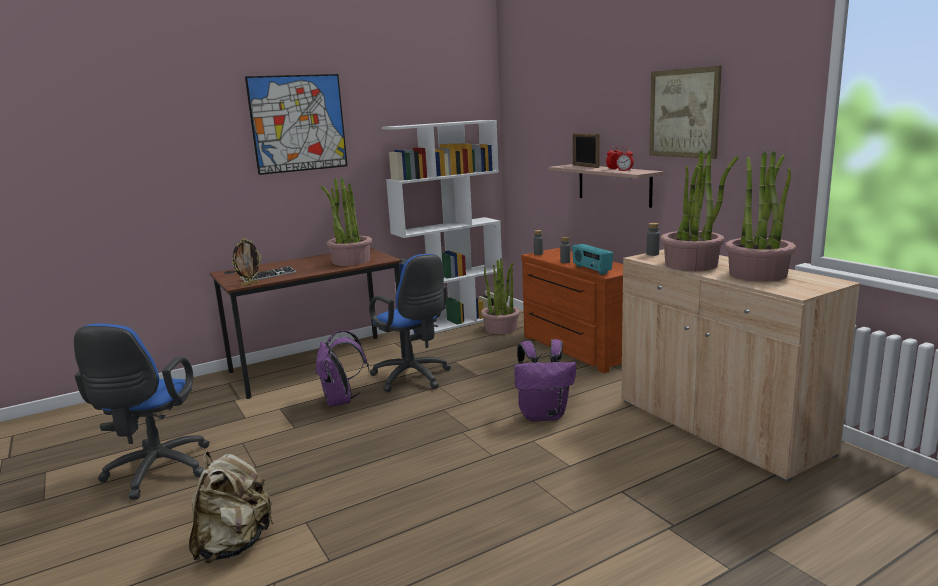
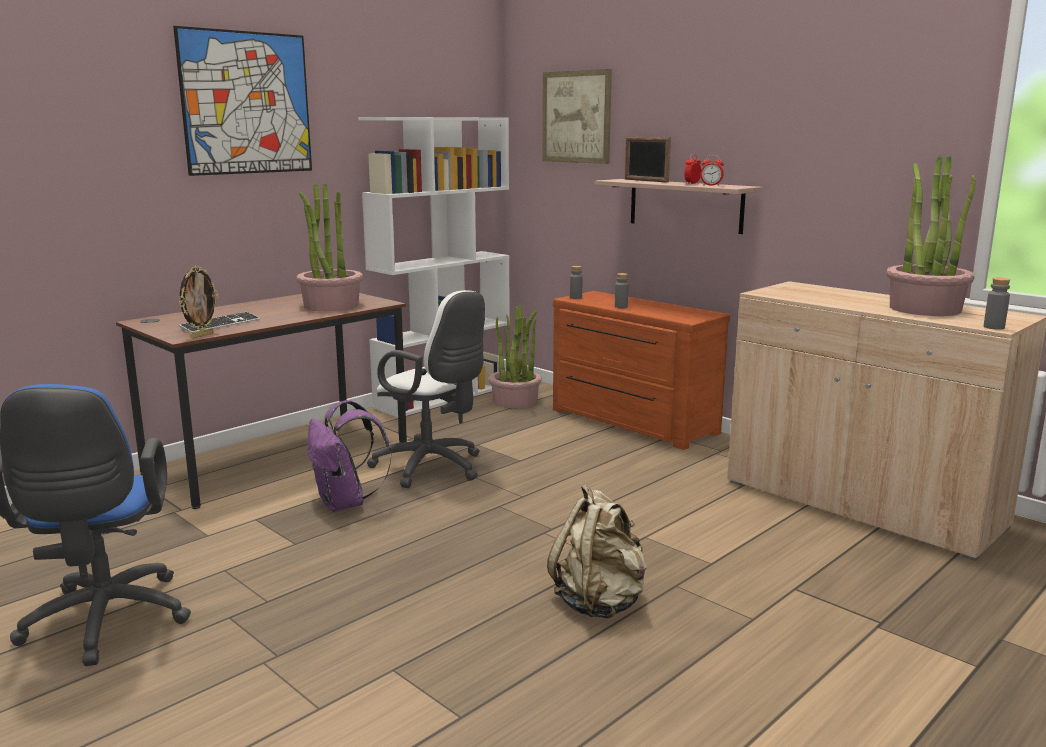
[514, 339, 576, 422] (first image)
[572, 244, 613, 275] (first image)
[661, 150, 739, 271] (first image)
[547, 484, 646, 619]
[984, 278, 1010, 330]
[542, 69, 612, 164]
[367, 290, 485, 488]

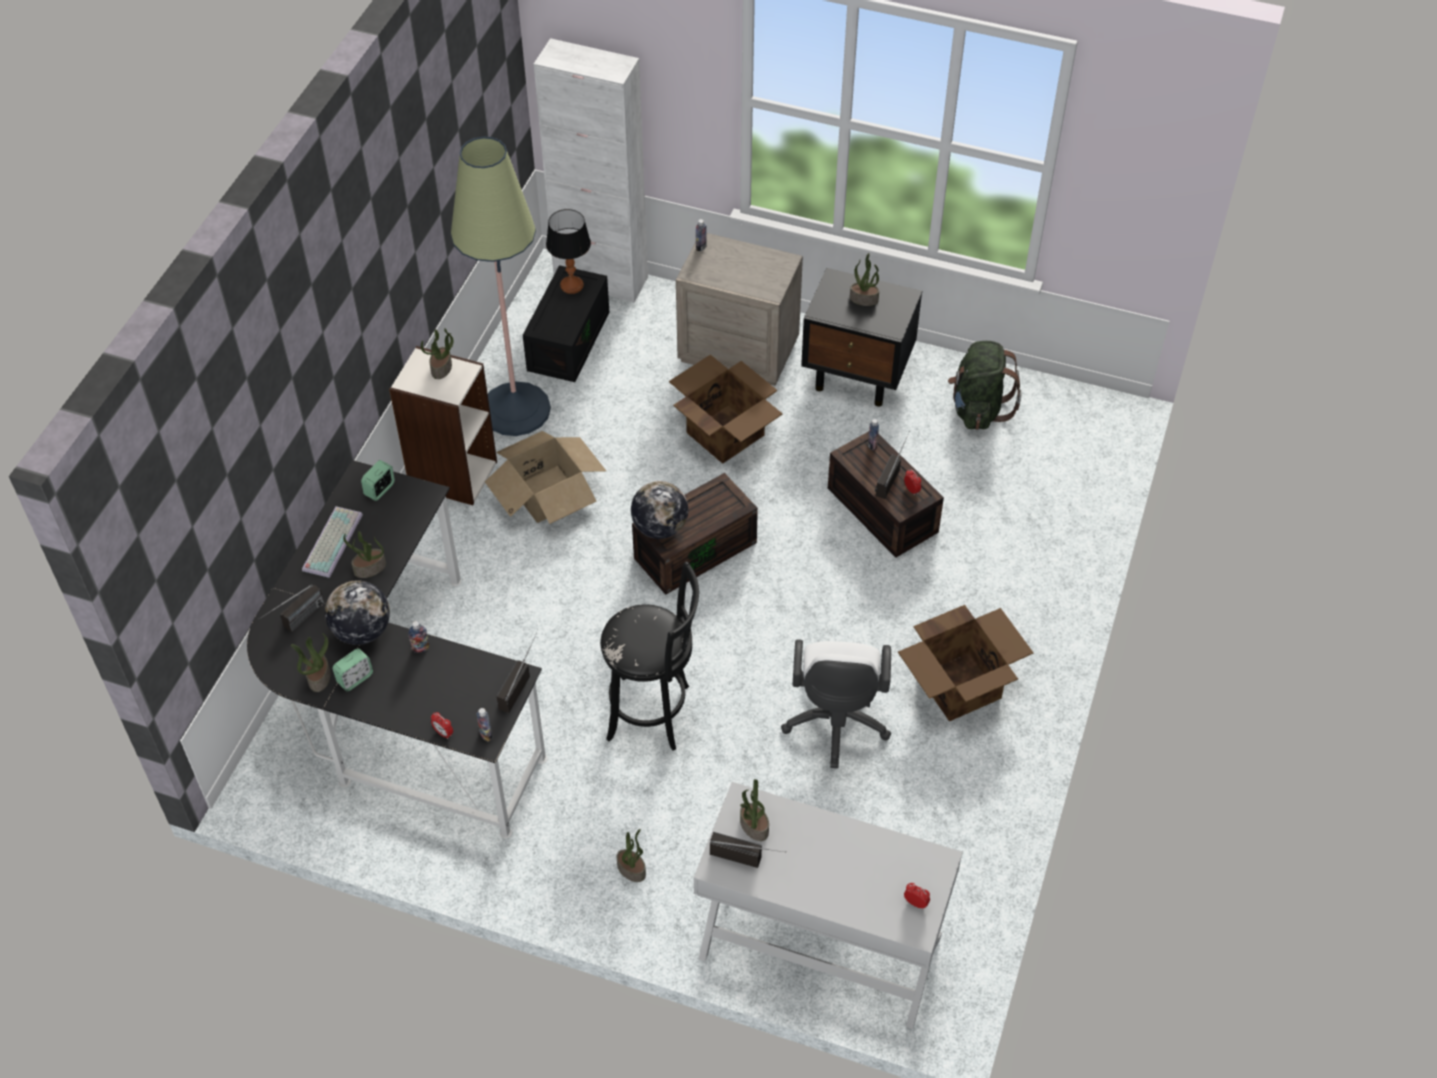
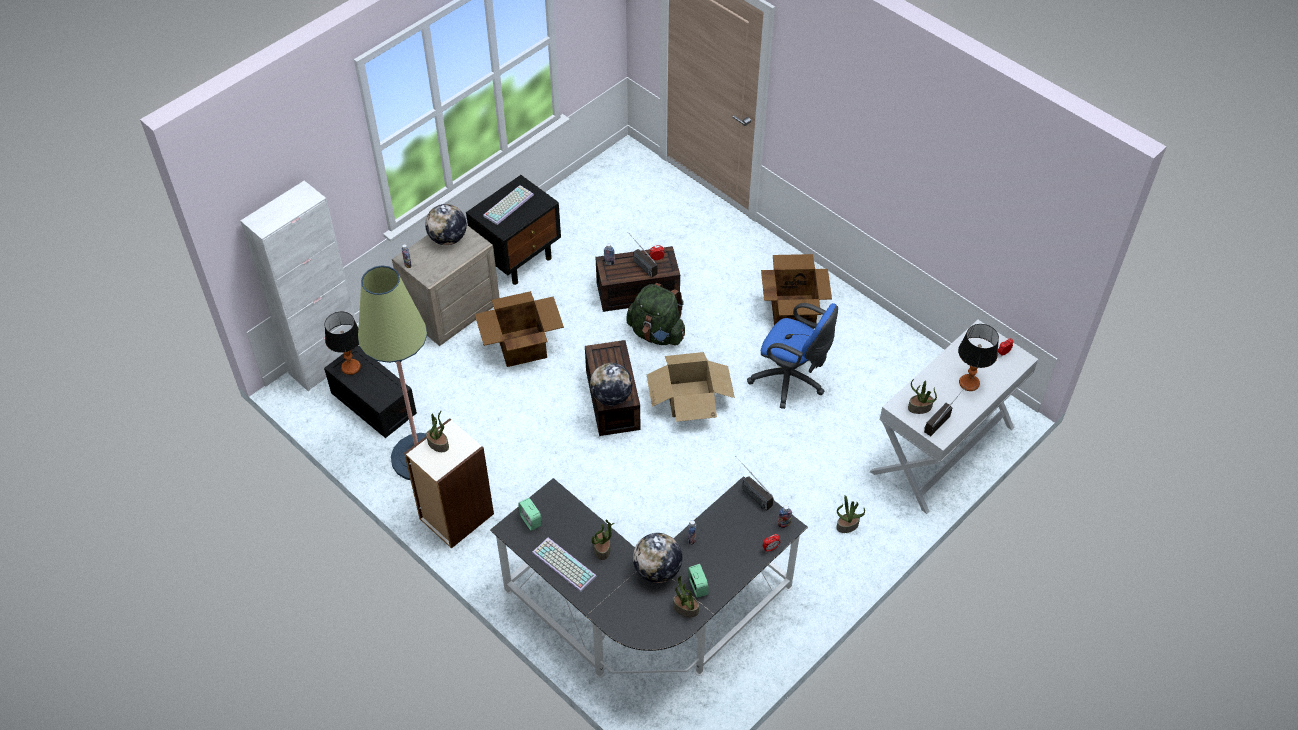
[258, 584, 324, 632] (first image)
[600, 561, 699, 751] (first image)
[425, 204, 467, 245]
[958, 324, 999, 391]
[647, 352, 735, 422]
[626, 283, 685, 345]
[483, 185, 534, 225]
[747, 303, 838, 409]

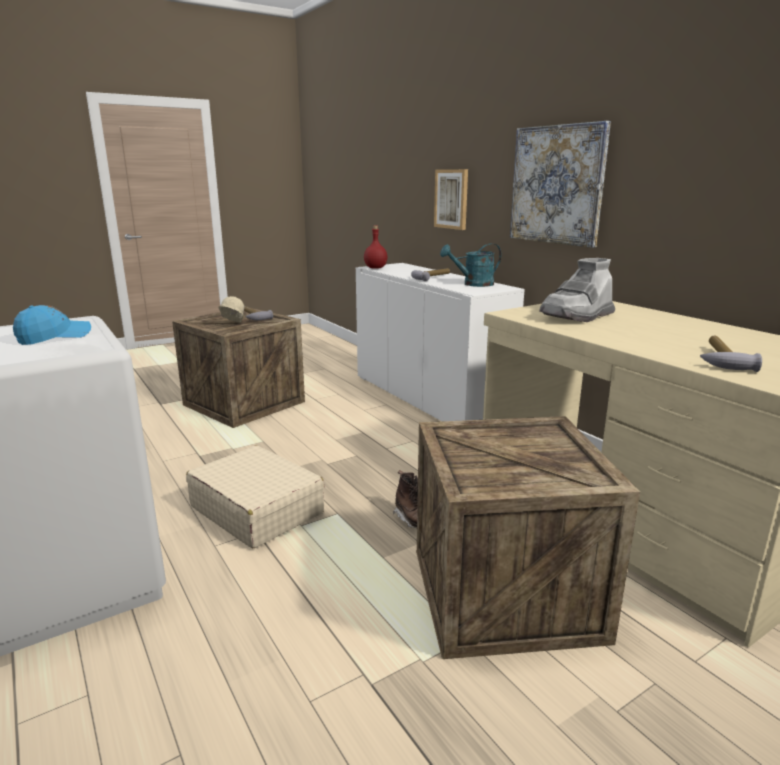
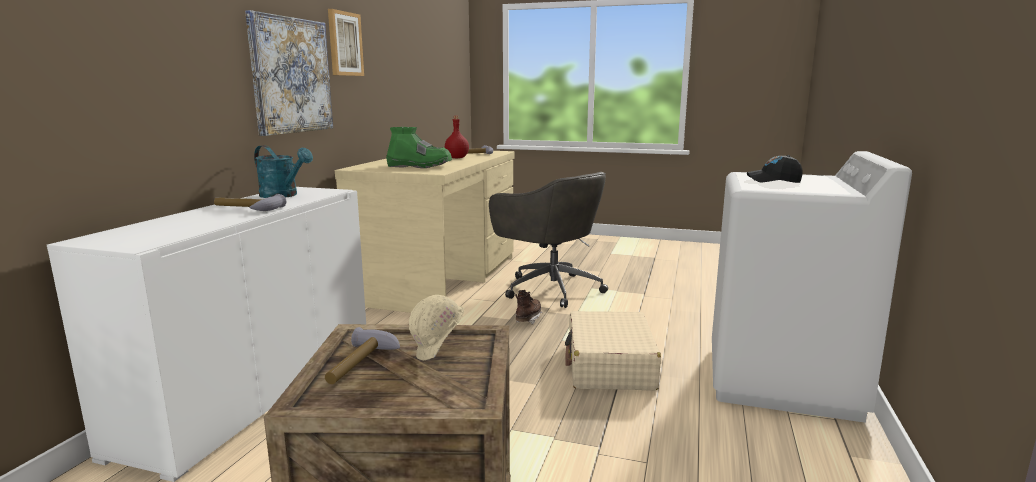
[445, 116, 469, 158]
[328, 9, 364, 76]
[489, 172, 608, 308]
[747, 155, 802, 183]
[386, 127, 452, 168]

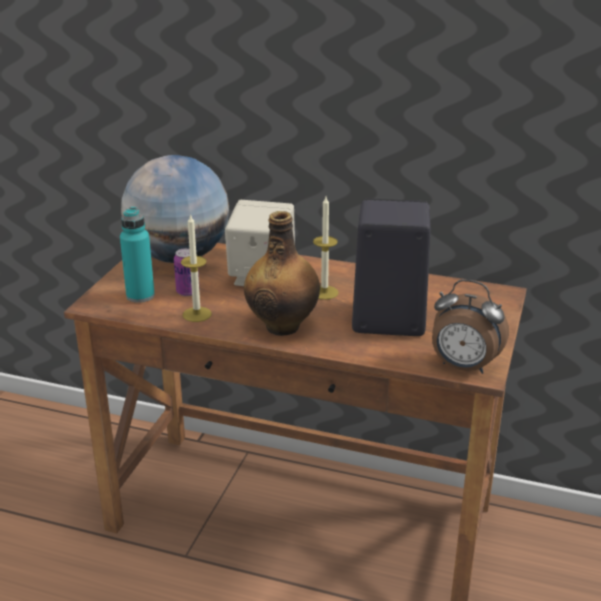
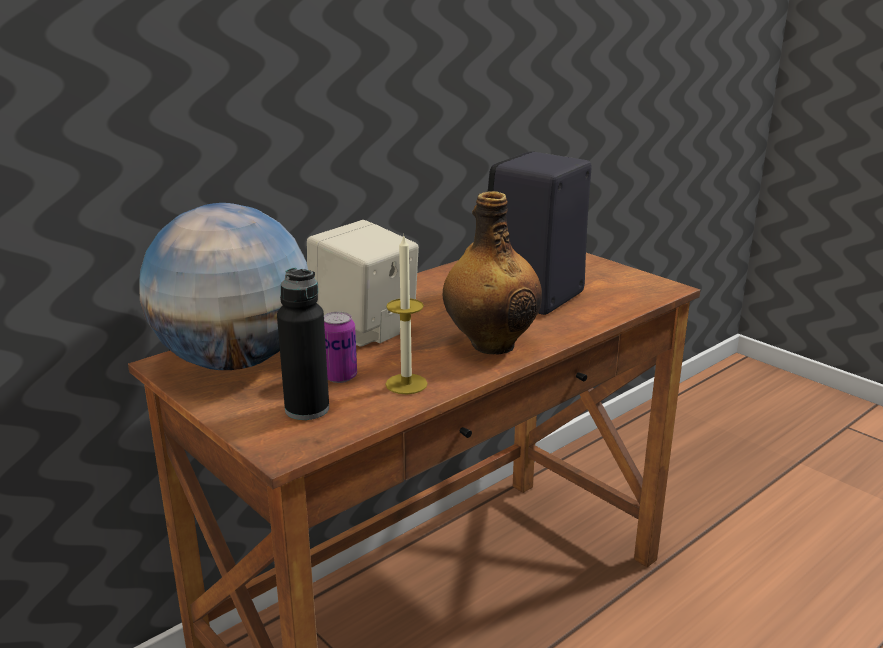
[313, 197, 339, 300] (first image)
[432, 279, 509, 374] (first image)
[277, 268, 329, 420]

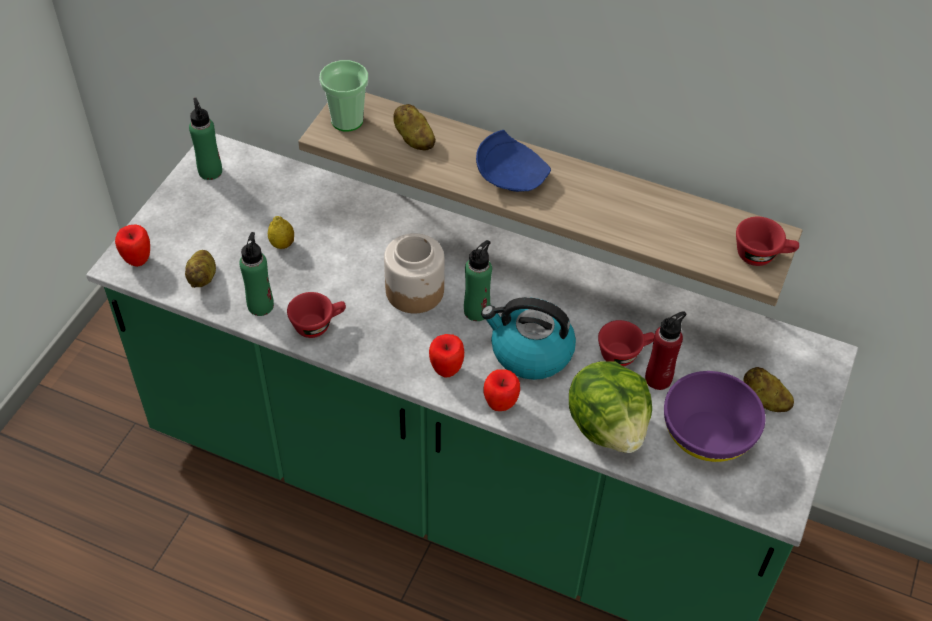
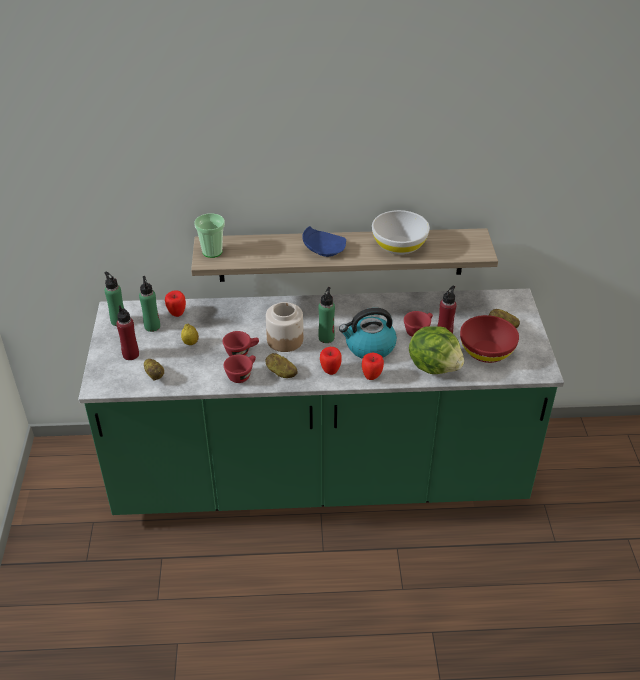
[116, 305, 139, 360]
[372, 210, 430, 255]
[165, 290, 186, 317]
[139, 276, 160, 332]
[265, 353, 297, 378]
[223, 331, 259, 356]
[460, 315, 519, 363]

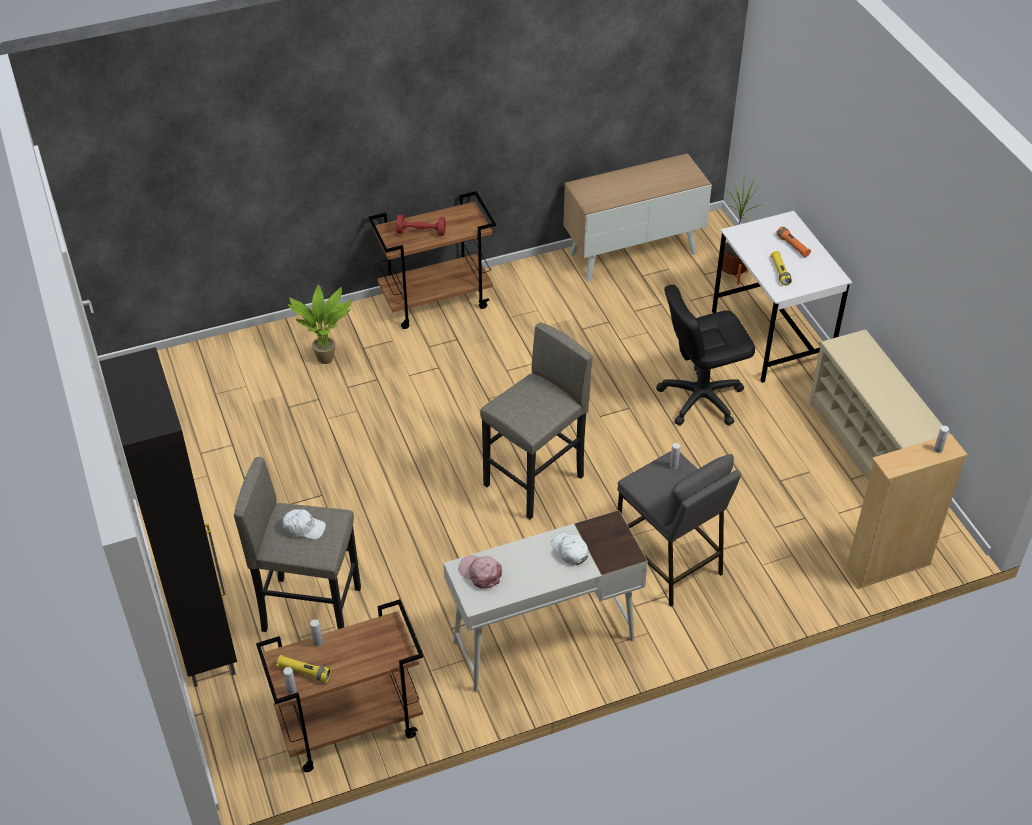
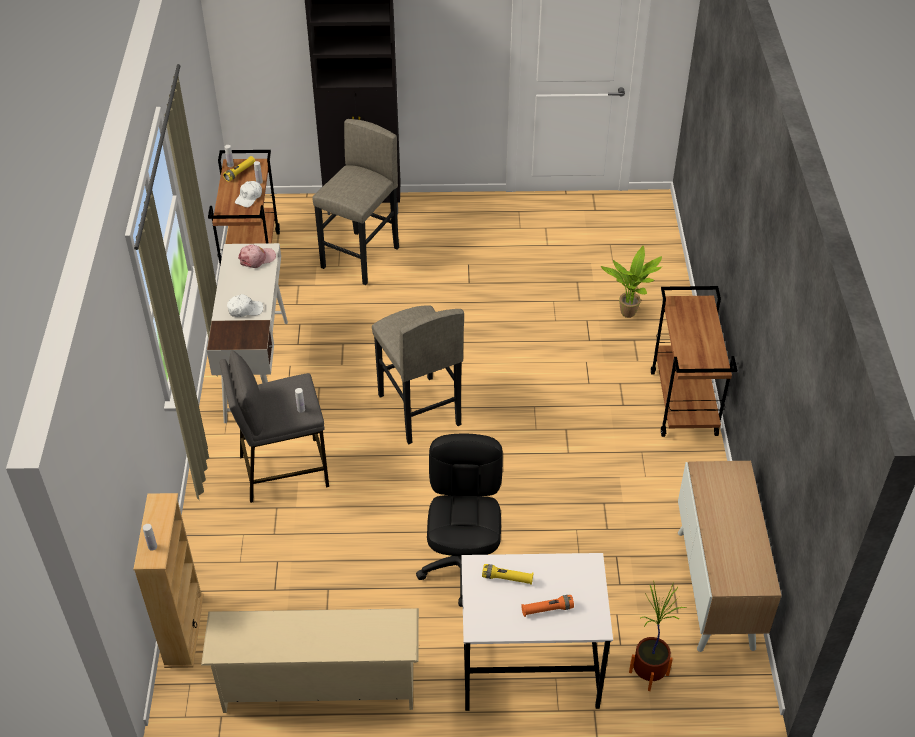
[396, 215, 446, 236] (first image)
[235, 181, 262, 207]

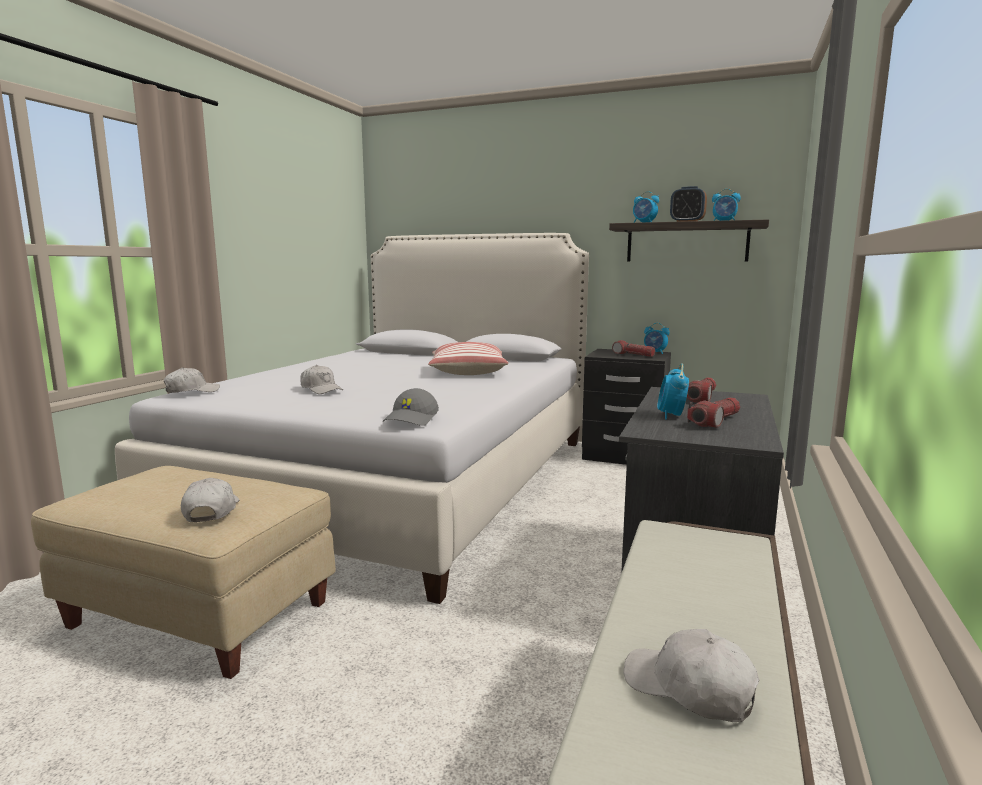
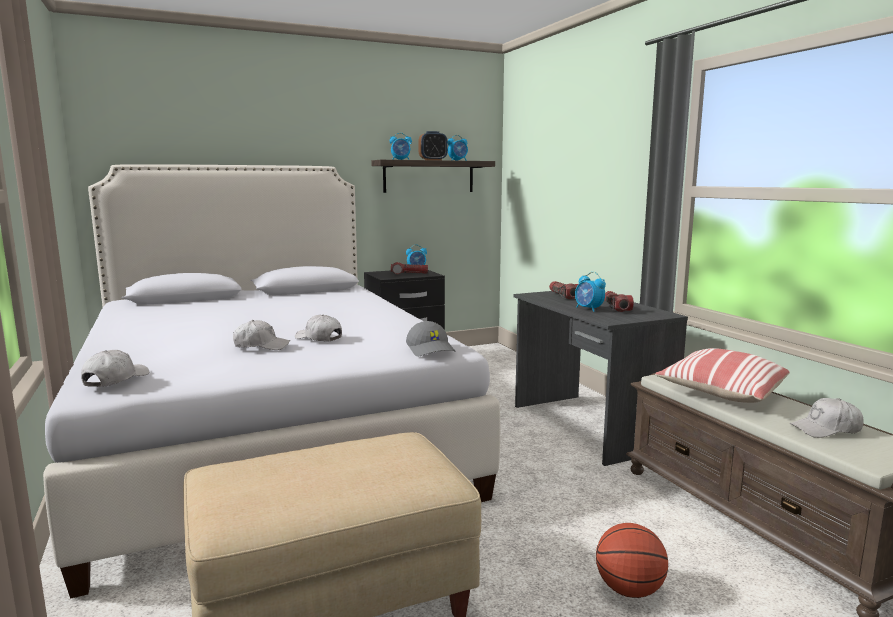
[596, 523, 668, 598]
[295, 315, 342, 342]
[655, 348, 789, 403]

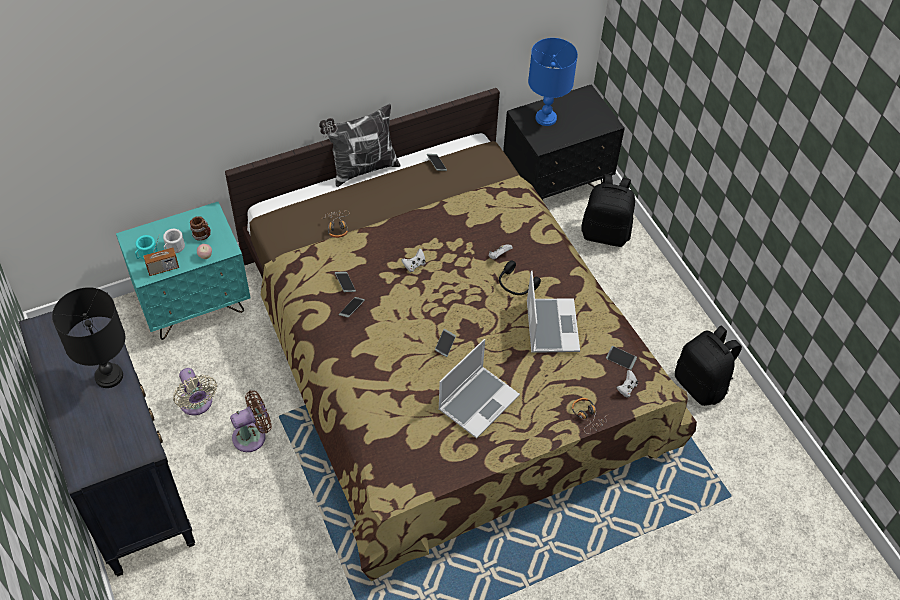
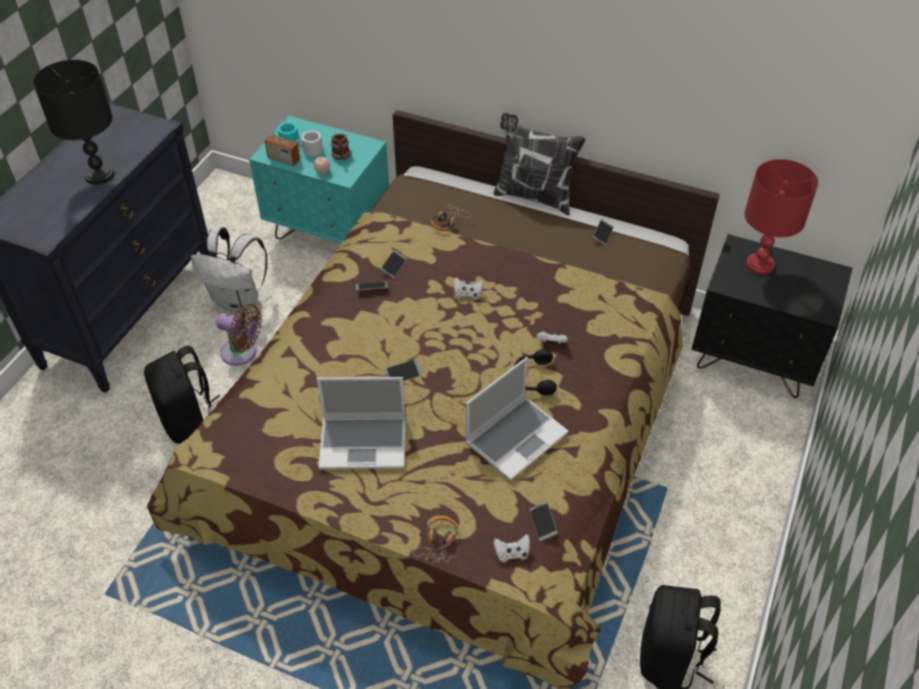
[144, 345, 220, 444]
[191, 226, 267, 312]
[745, 159, 818, 275]

